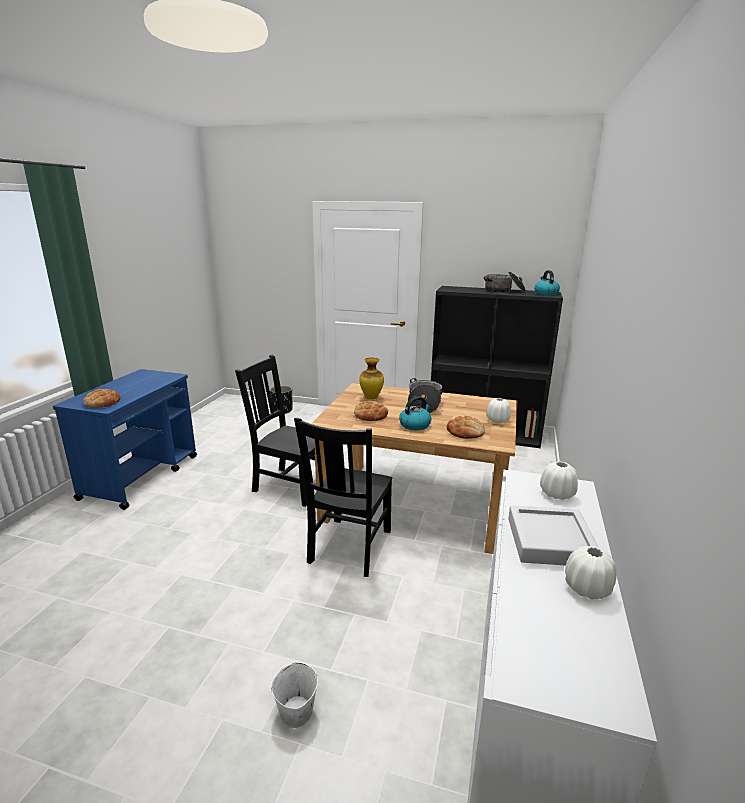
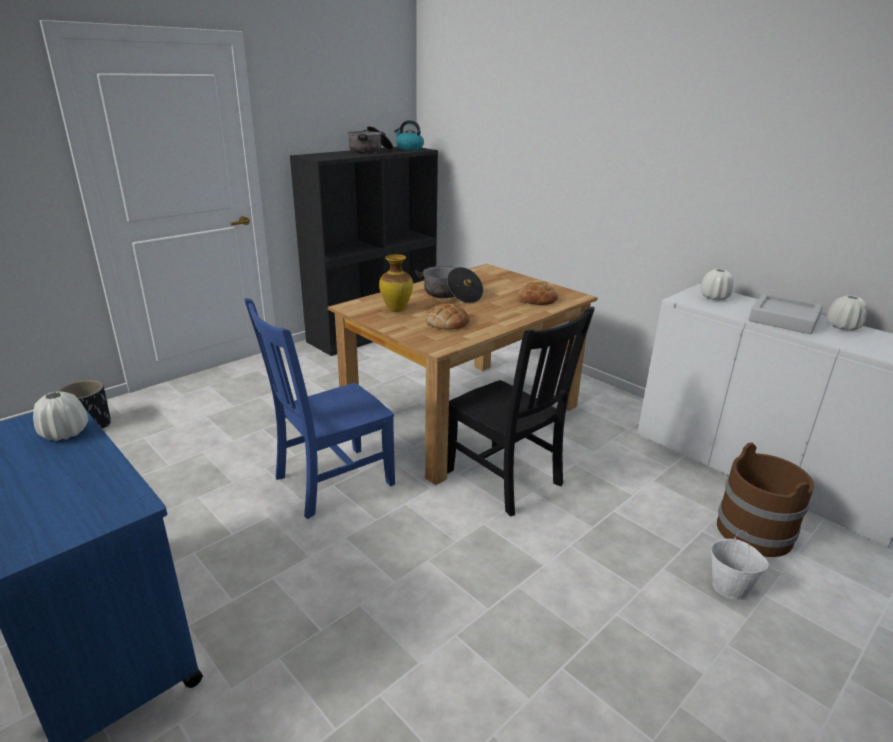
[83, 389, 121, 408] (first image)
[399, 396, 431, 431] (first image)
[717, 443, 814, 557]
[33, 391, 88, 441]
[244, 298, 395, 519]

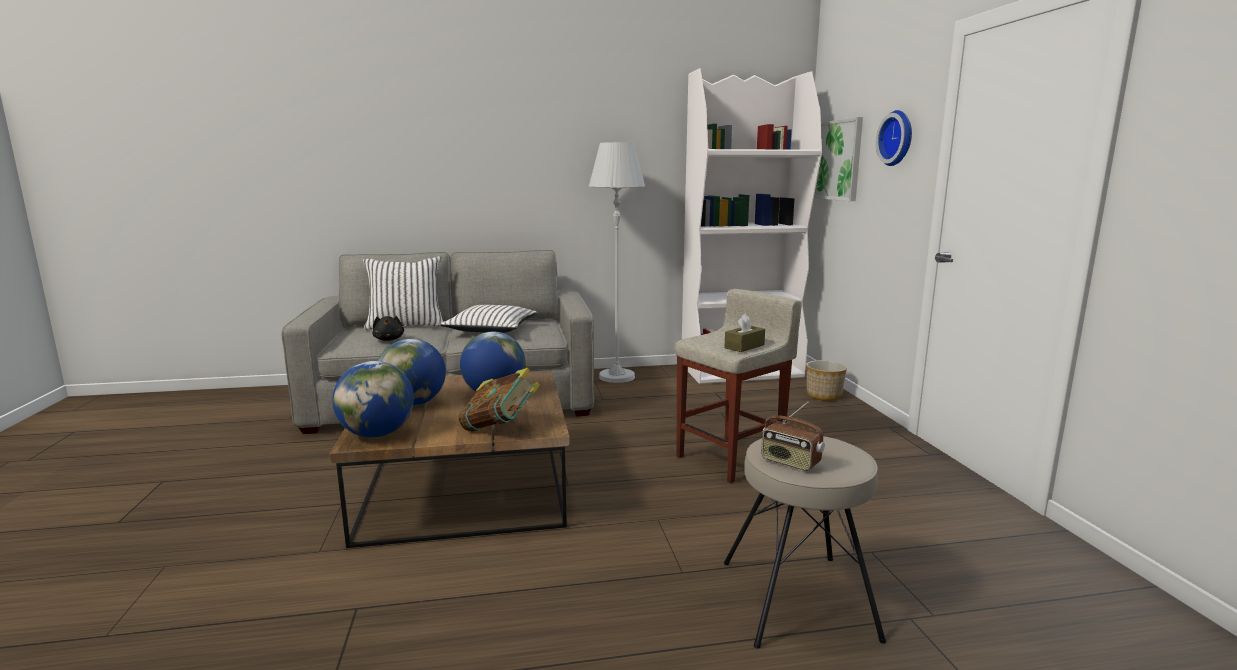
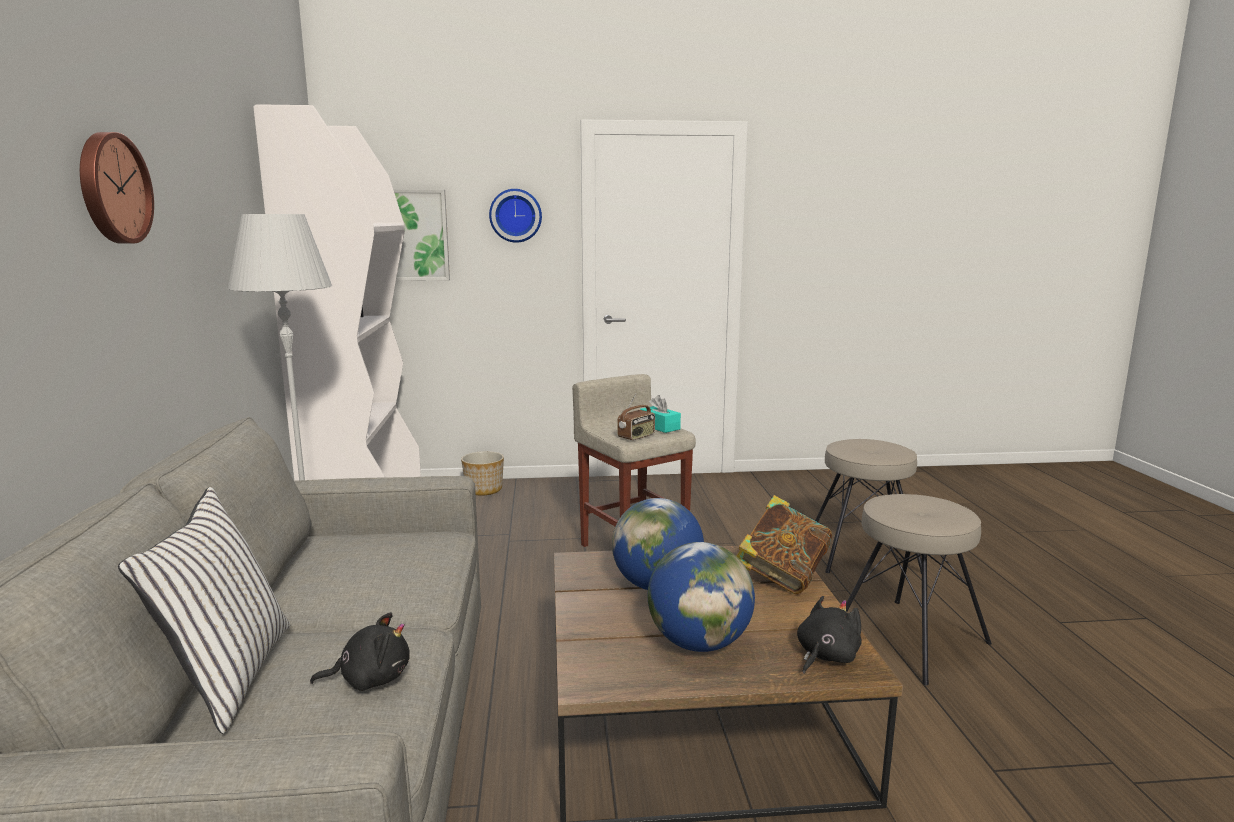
[439, 305, 538, 333] (first image)
[80, 132, 154, 244]
[846, 494, 992, 686]
[617, 392, 655, 441]
[797, 596, 861, 674]
[640, 395, 681, 433]

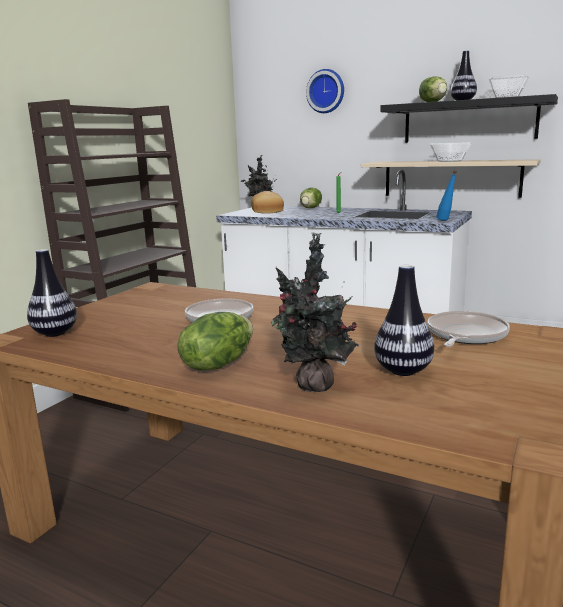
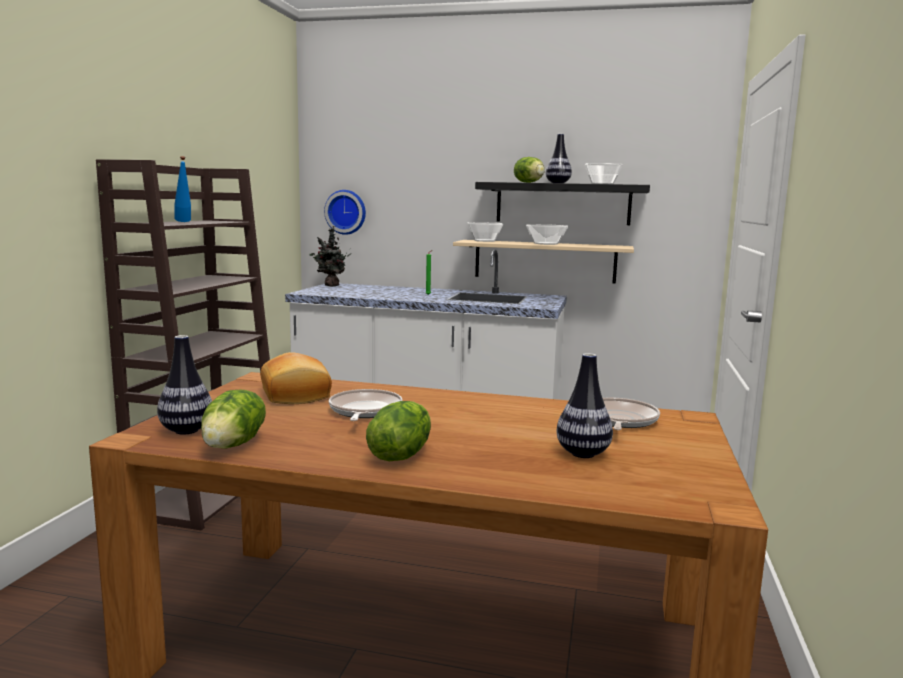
[271, 232, 359, 392] (first image)
[467, 222, 503, 242]
[260, 352, 332, 404]
[201, 390, 266, 449]
[324, 190, 366, 235]
[175, 156, 191, 222]

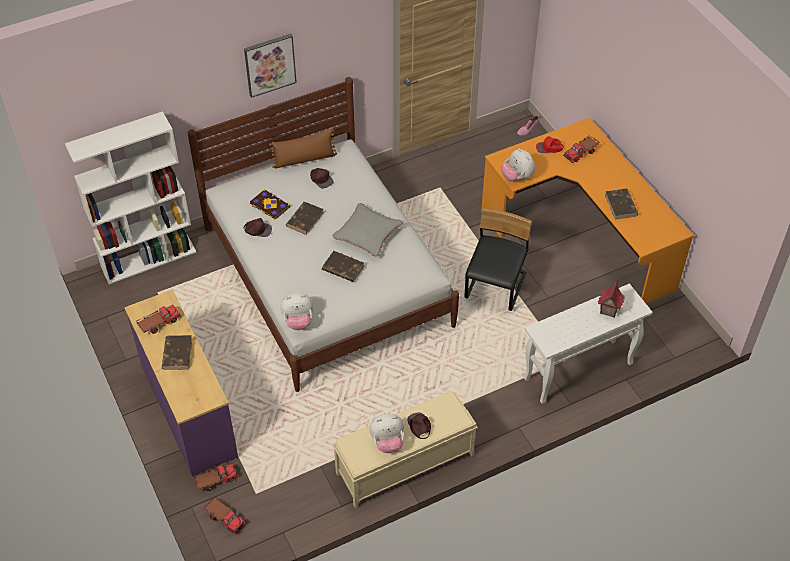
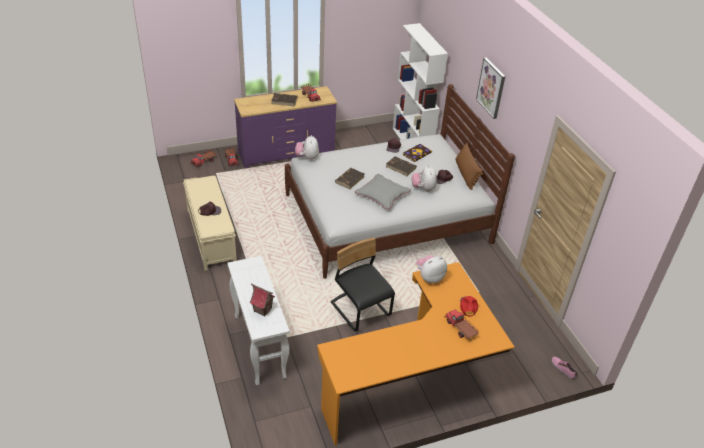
[605, 188, 638, 220] (first image)
[412, 165, 437, 192]
[330, 237, 395, 331]

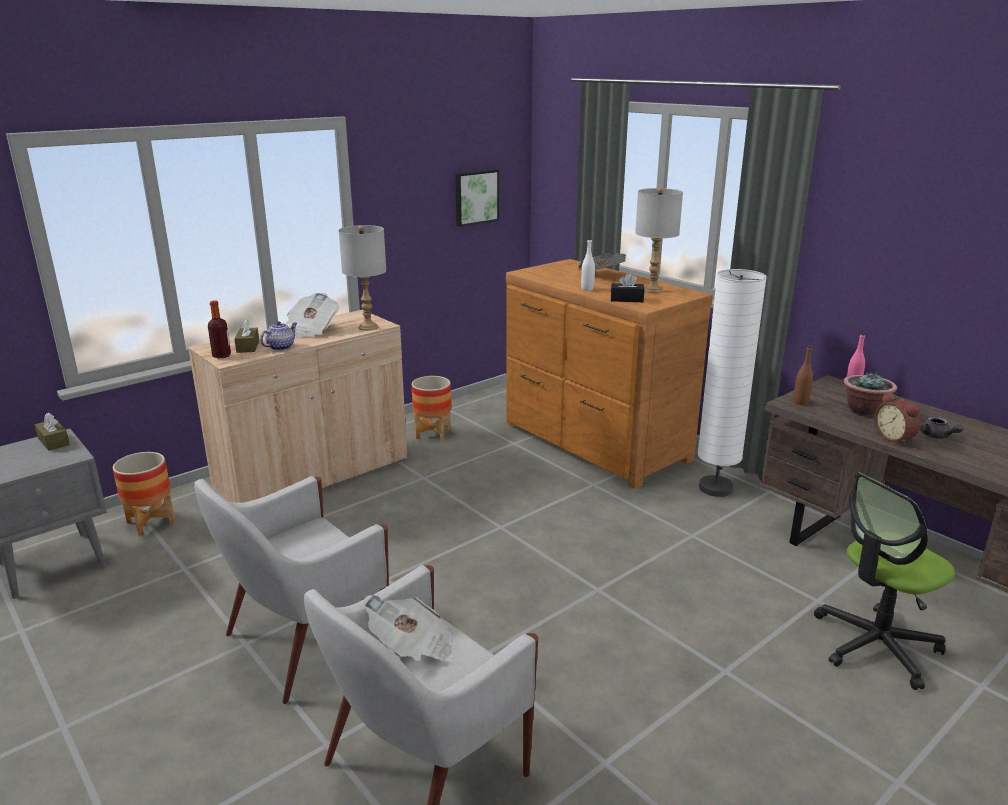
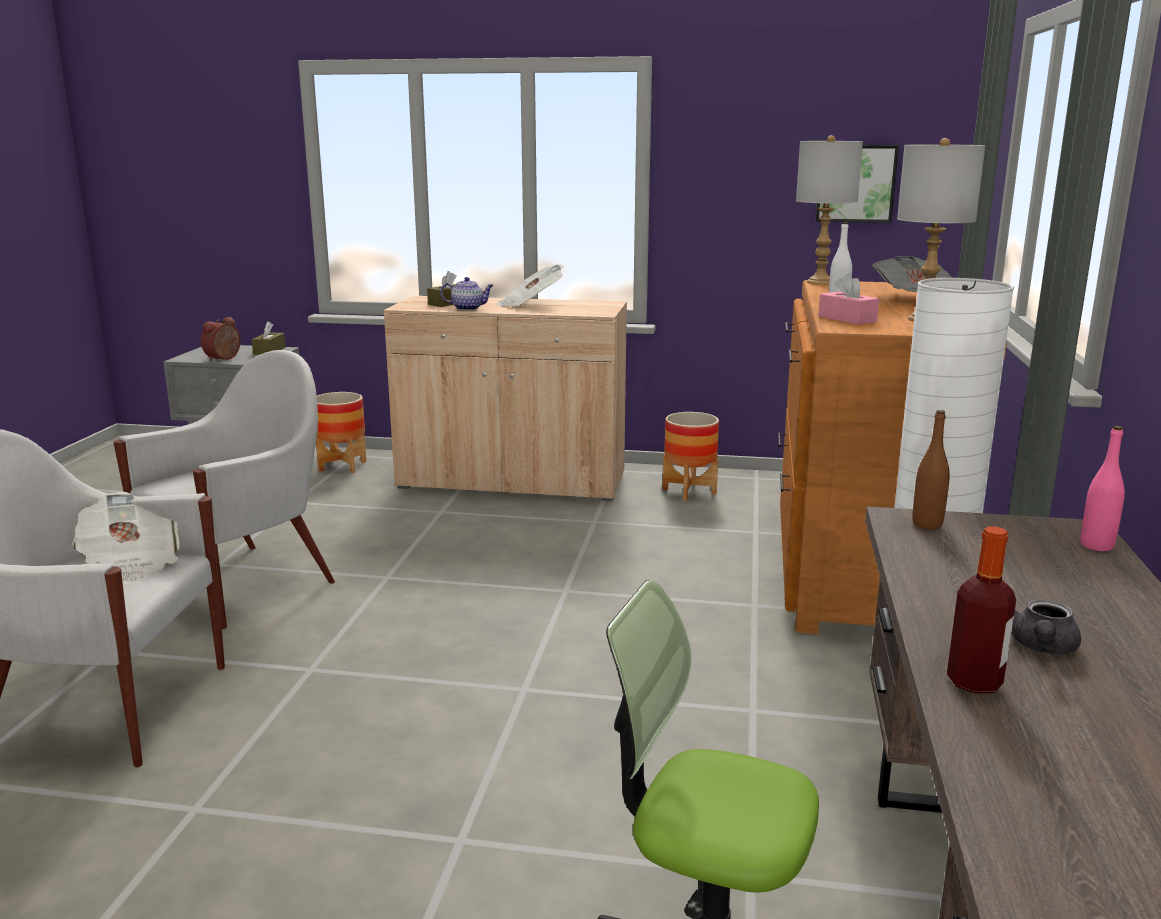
[843, 372, 897, 417] (first image)
[947, 526, 1016, 694]
[796, 135, 863, 285]
[201, 317, 241, 361]
[818, 273, 879, 325]
[113, 350, 335, 629]

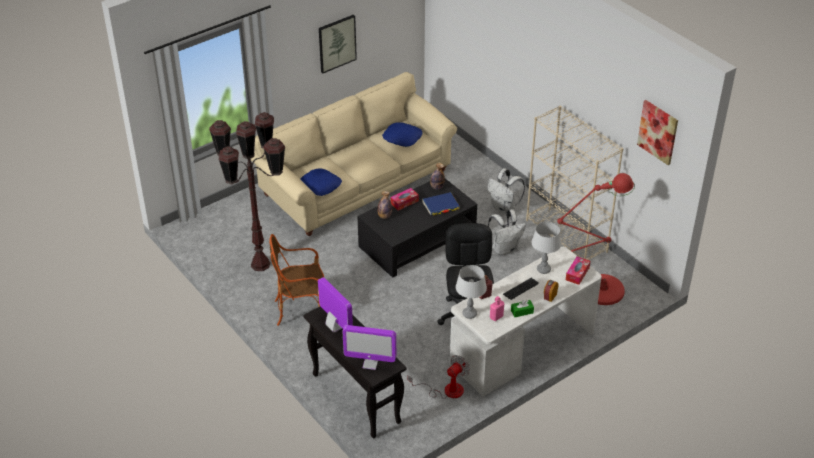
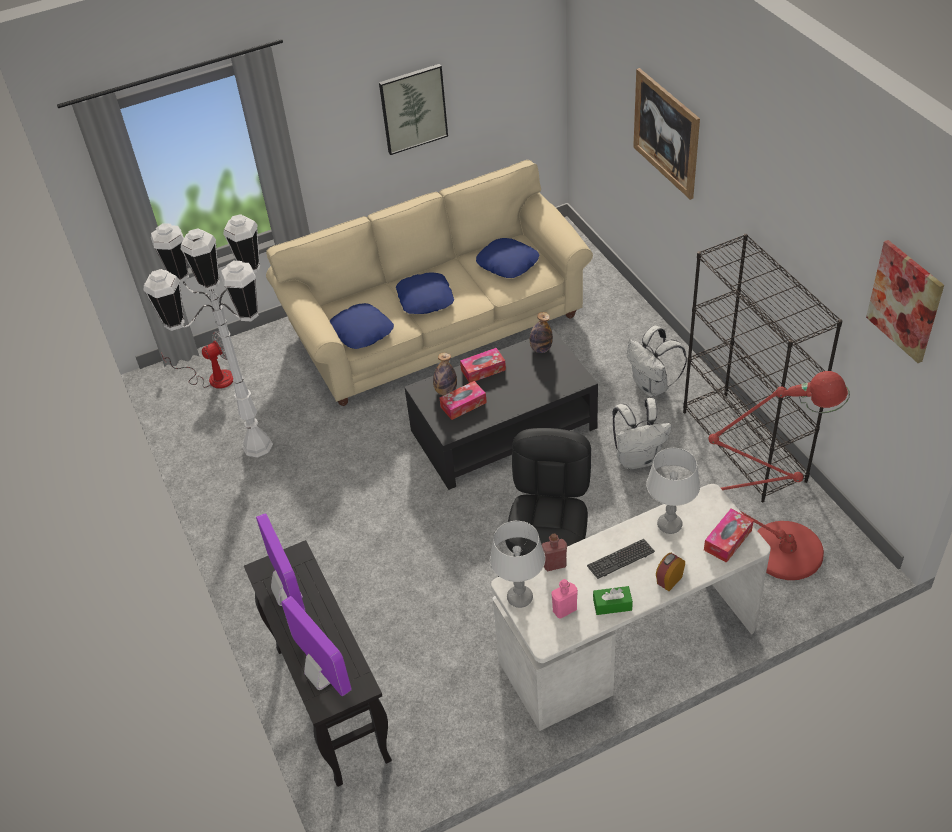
[269, 234, 324, 326] (first image)
[422, 192, 460, 216] (first image)
[396, 272, 454, 314]
[440, 381, 487, 420]
[633, 68, 700, 200]
[161, 331, 233, 389]
[144, 214, 273, 458]
[683, 234, 842, 502]
[281, 596, 352, 696]

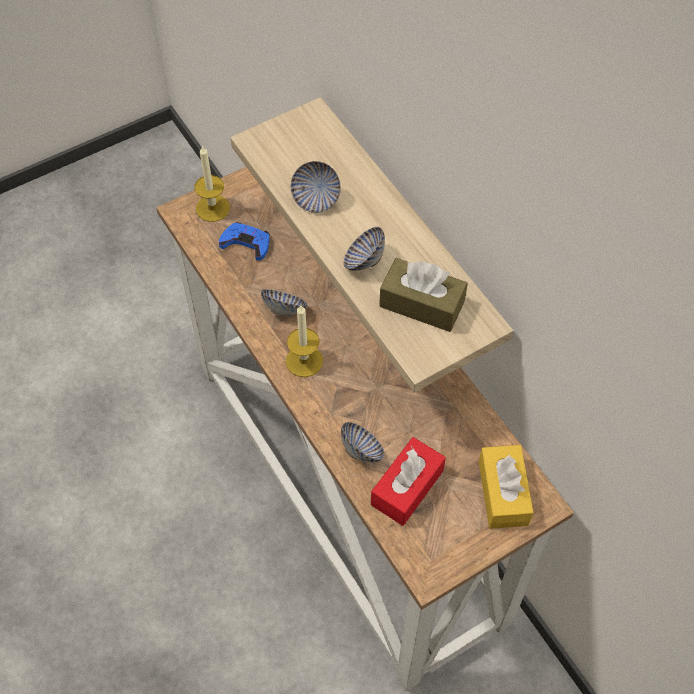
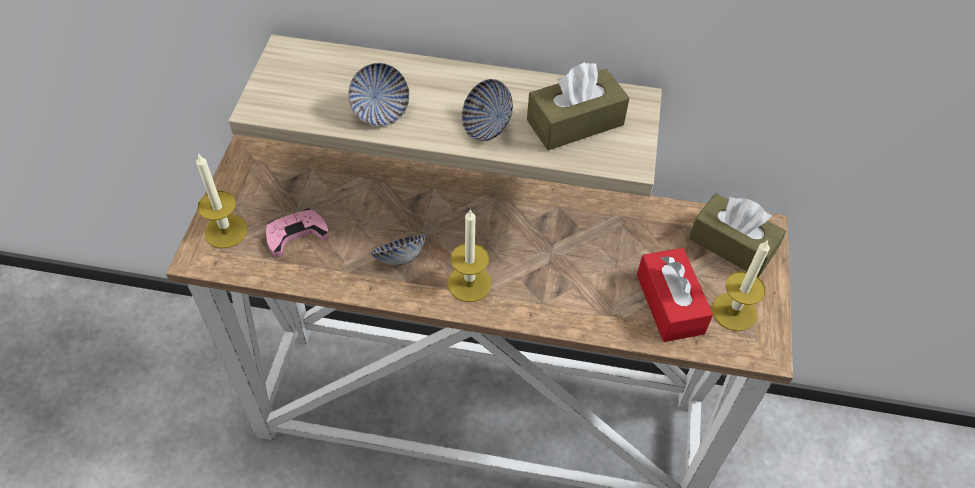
[341, 422, 384, 464] (first image)
[712, 240, 770, 331]
[266, 209, 329, 257]
[689, 193, 786, 277]

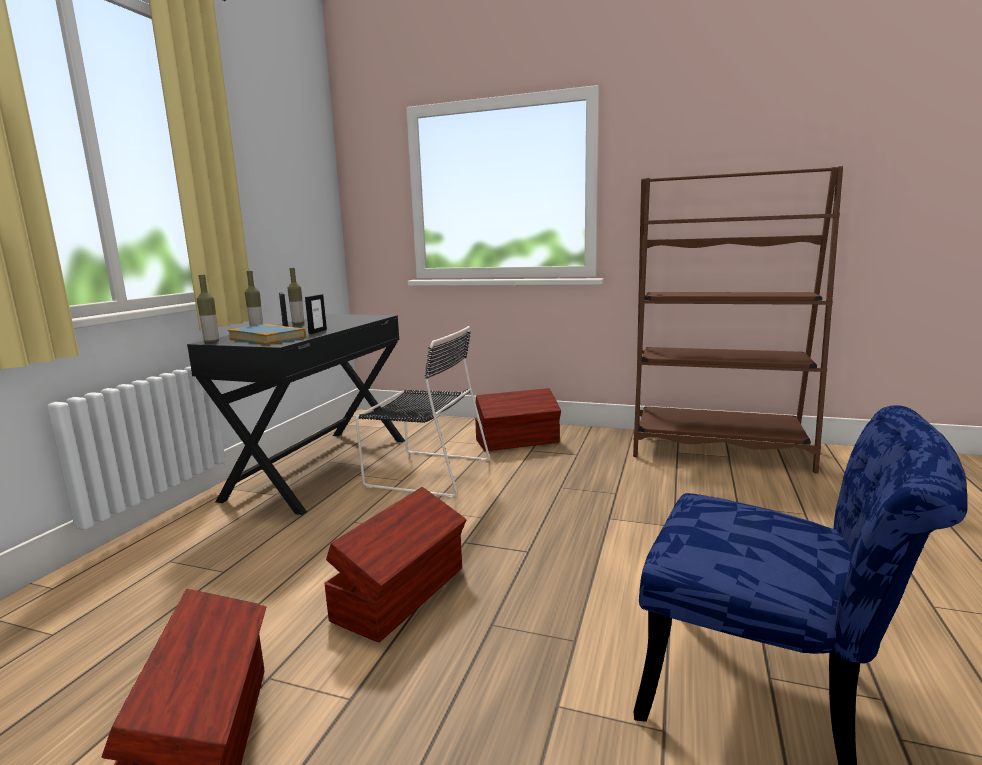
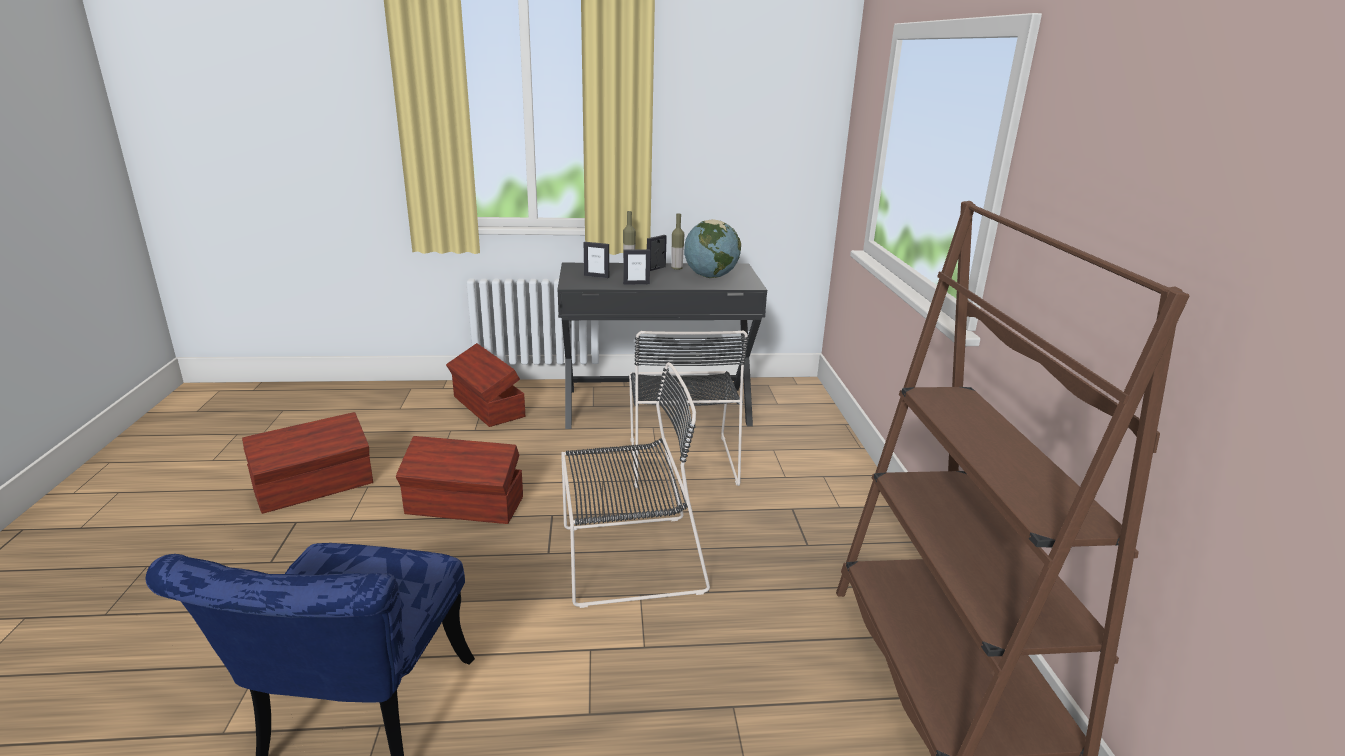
[197, 275, 219, 343] (first image)
[561, 362, 710, 608]
[684, 219, 741, 278]
[446, 343, 525, 427]
[584, 242, 609, 278]

